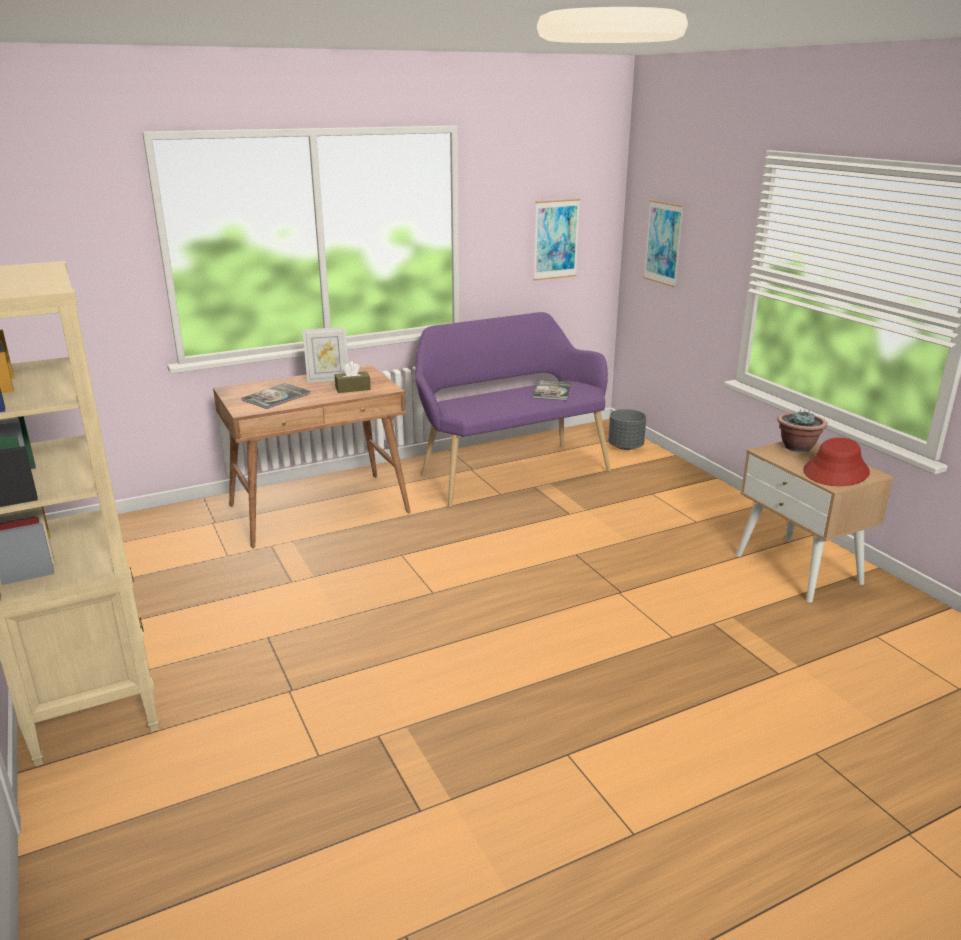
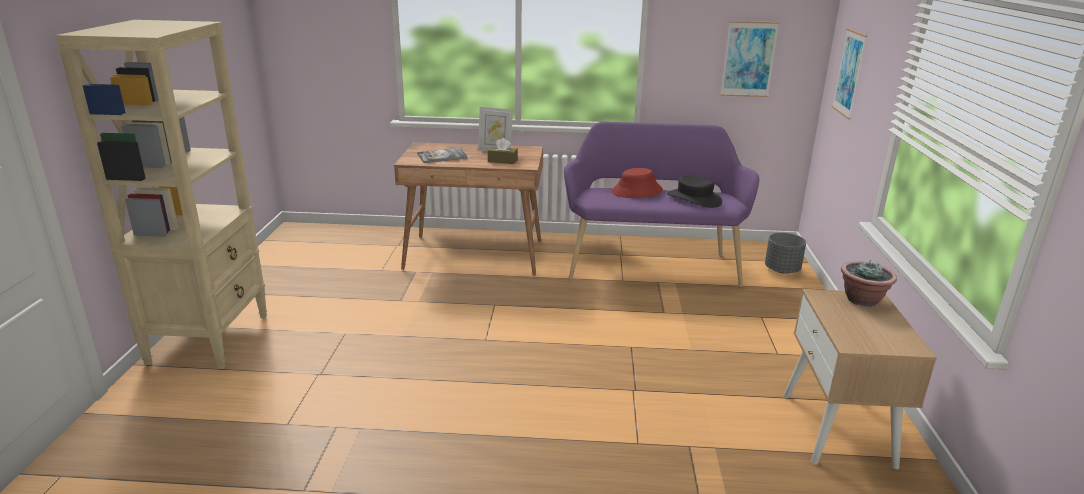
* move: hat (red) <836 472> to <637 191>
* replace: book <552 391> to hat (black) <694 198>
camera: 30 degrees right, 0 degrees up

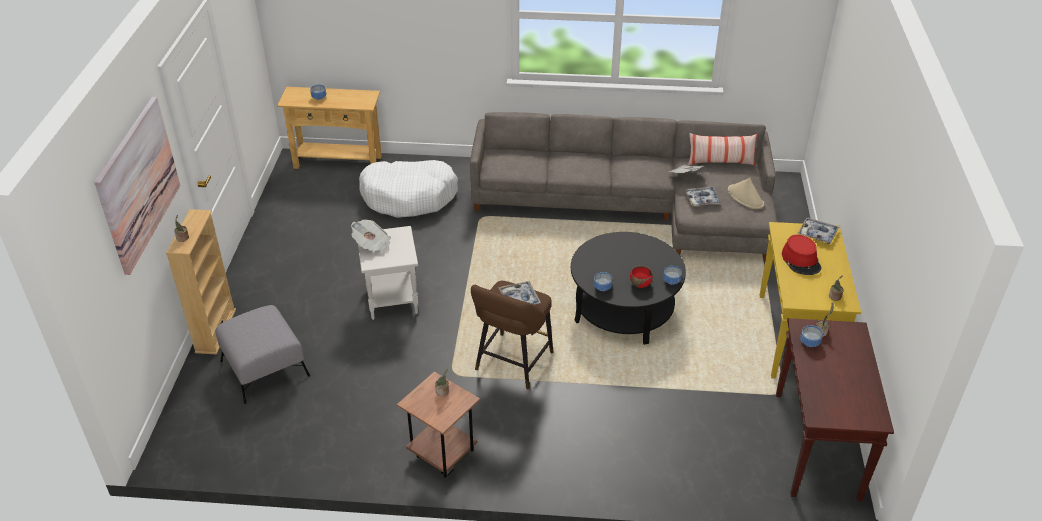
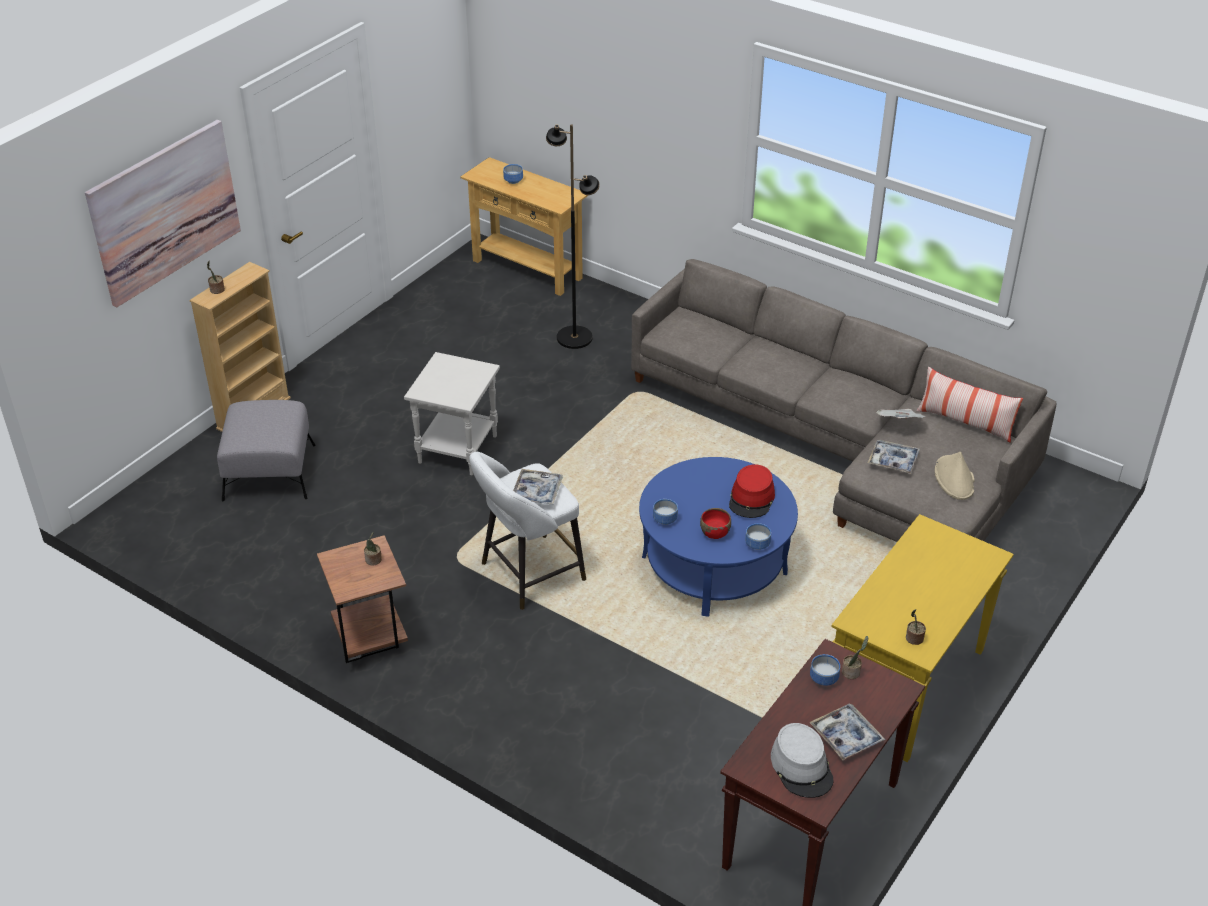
* delete: newspaper <372 245>
* insert: hat (grey) <802 767>
* move: hat (red) <801 260> to <752 498>
* move: tray <817 234> to <846 736>
* replace: dog bed (white) <409 196> to floor lamp (black) <574 337>
* recolor: stool (brown) <512 364> to stool (white) <528 574>
* recolor: coffee table (black) <624 309> to coffee table (blue) <714 564>
camera: 30 degrees right, 0 degrees up

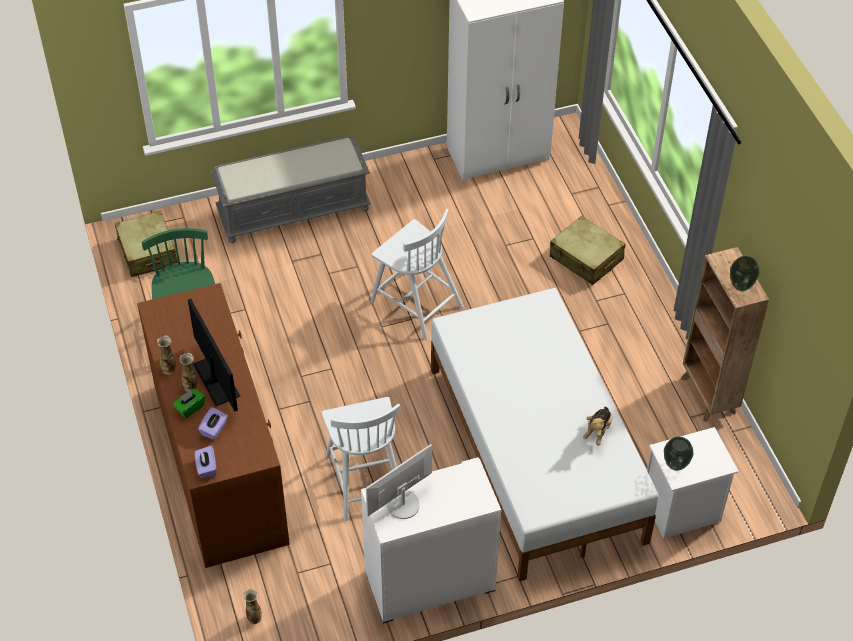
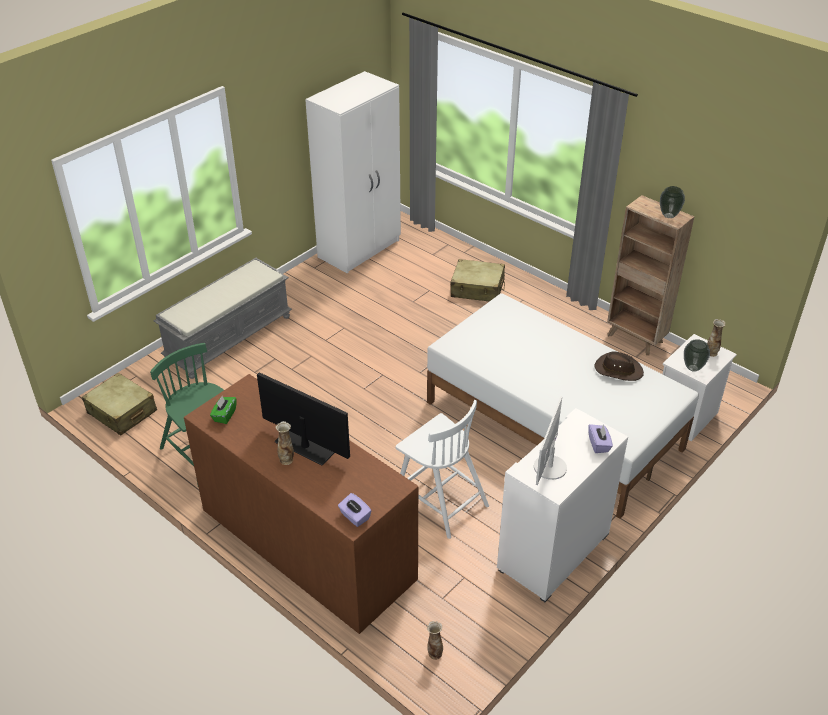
* delete: chair (white) <415 303>
* move: vase <169 369> to <711 352>
* move: tissue box (green) <190 408> to <224 415>
* move: tissue box (purple) <214 429> to <599 444>
* replace: plush toy <598 431> to hat (brown) <618 369>
camera: 30 degrees left, 10 degrees down

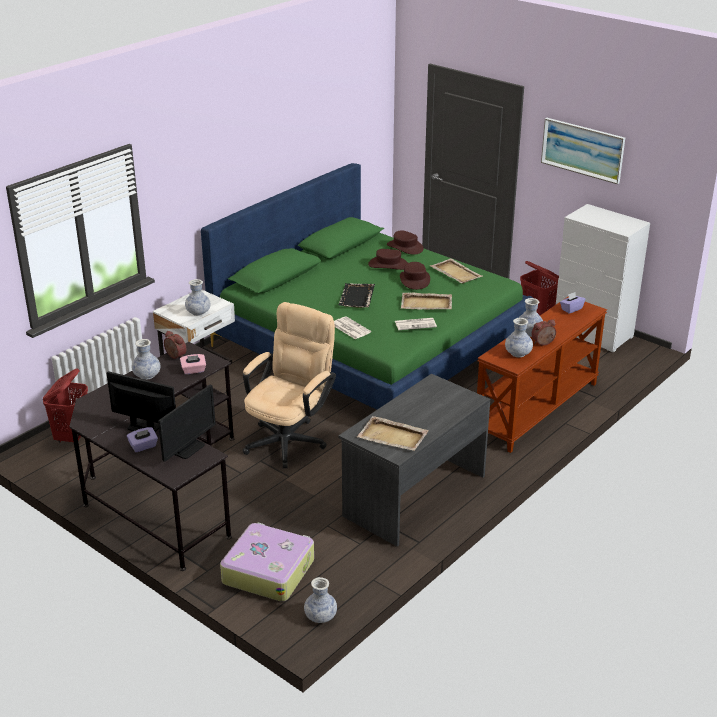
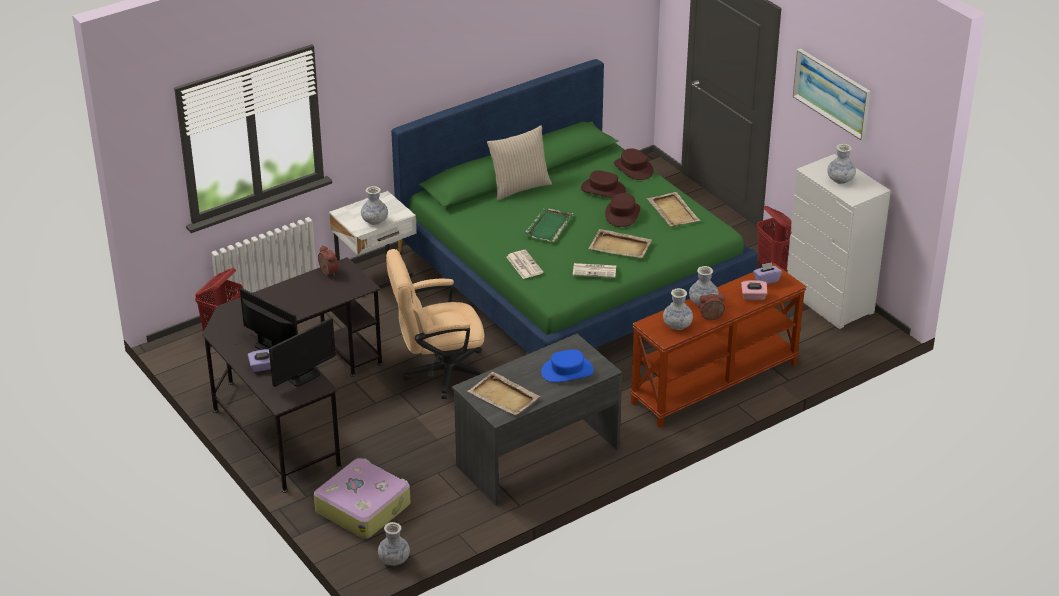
* insert: pillow (beige) <519 187>
* insert: hat (blue) <567 371>
* move: vase <147 375> to <840 180>
* move: tissue box (pink) <193 370> to <753 297>
* recolor: tray (black) <356 297> to tray (green) <548 227>
* rotate: office chair (beige) <290 438> = <439 373> 150 degrees counterclockwise
camera: 15 degrees right, 5 degrees up

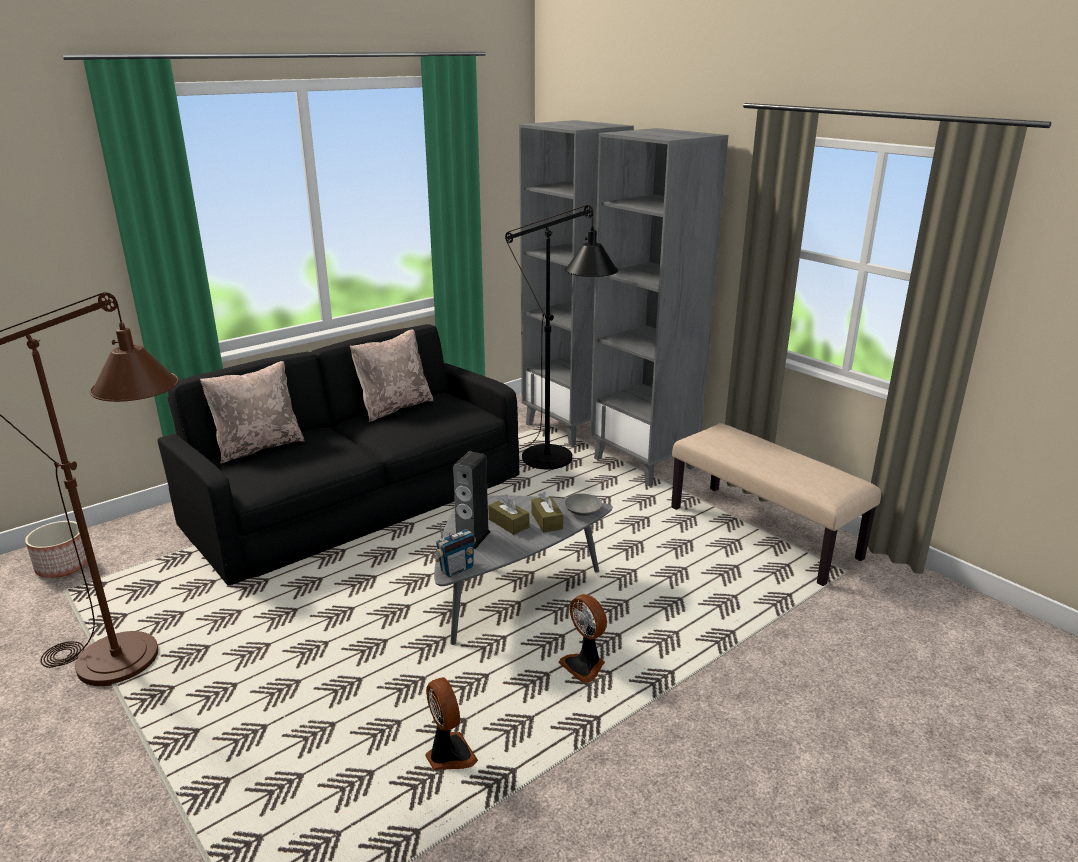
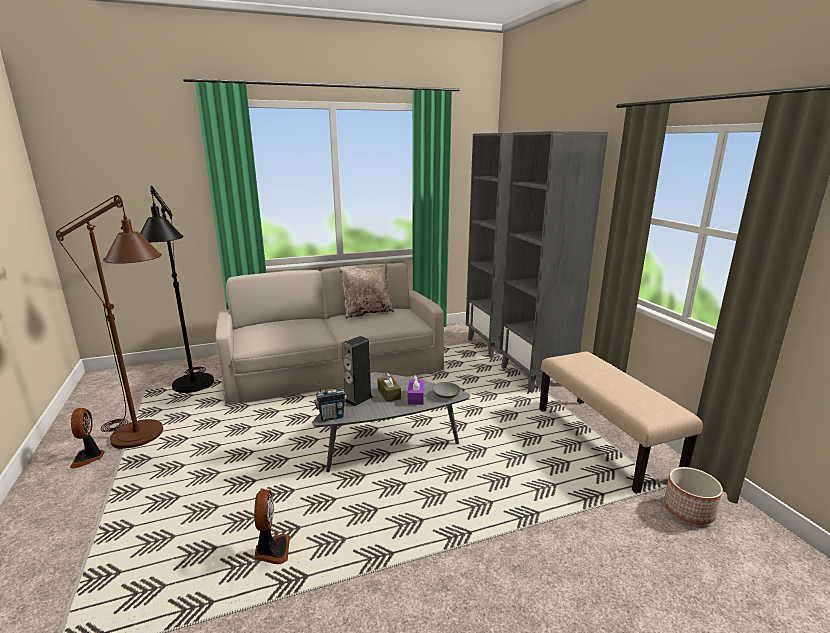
* delete: pillow (beige) <258 447>
* move: planter <63 566> to <688 510>
* move: floor lamp (black) <556 464> to <192 389>
* move: fan <584 666> to <89 457>
* recolor: sofa (black) <355 496> to sofa (beige) <333 366>
* recolor: tissue box (brown) <547 521> to tissue box (purple) <416 397>
camera: 20 degrees right, 5 degrees down

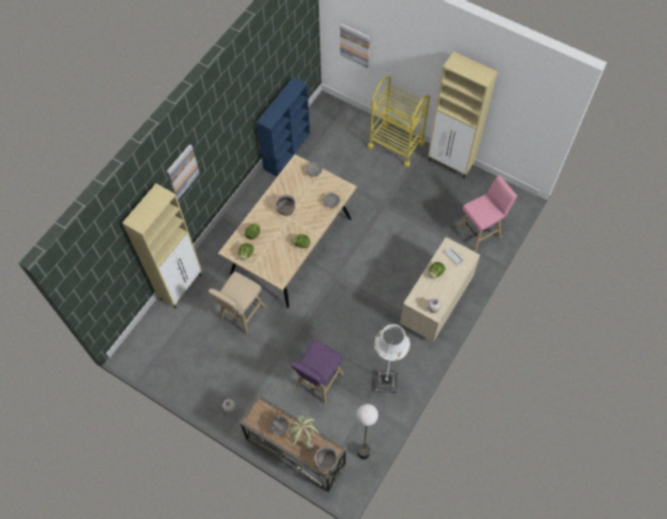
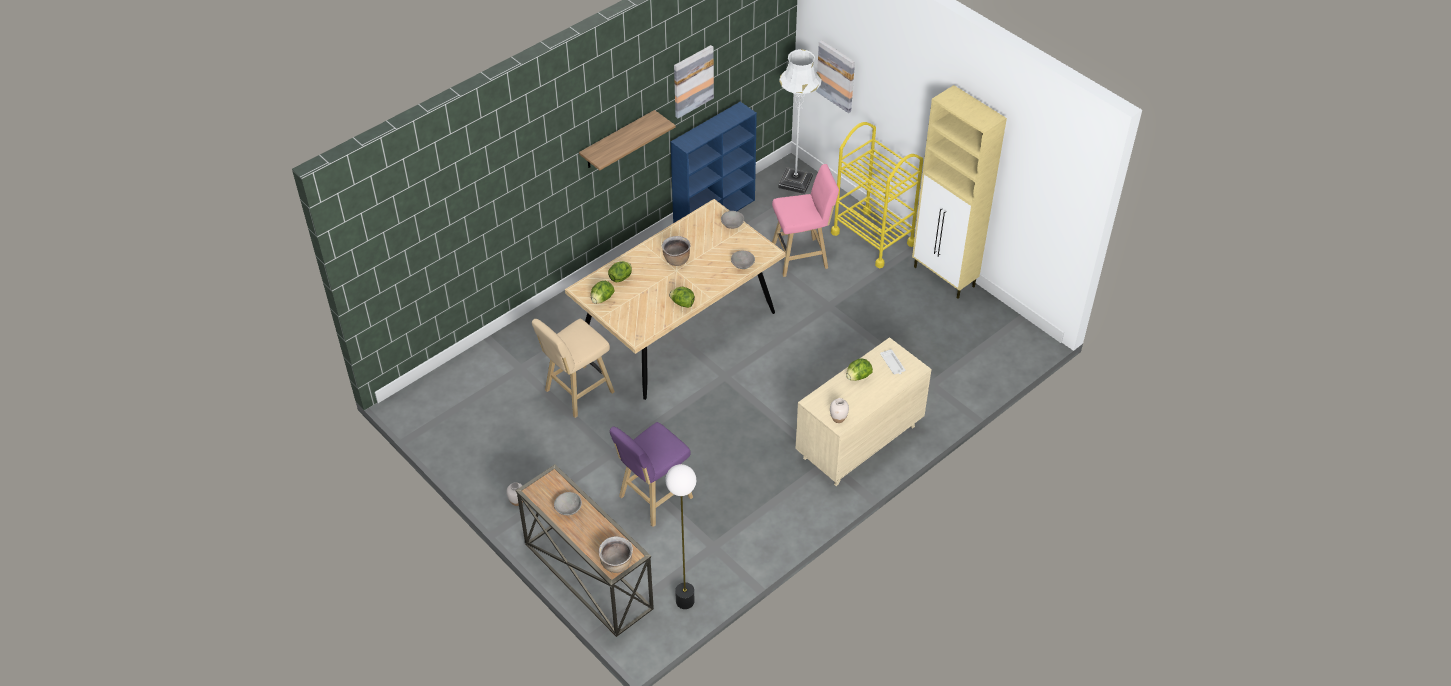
* delete: cabinet (beige) <181 287>
* delete: potted plant <304 439>
* insert: shelf <617 140>
* move: picture <182 171> to <693 81>
* move: floor lamp (white) <386 381> to <795 182>
* move: stool (pink) <480 232> to <802 257>
camera: 15 degrees right, 15 degrees down

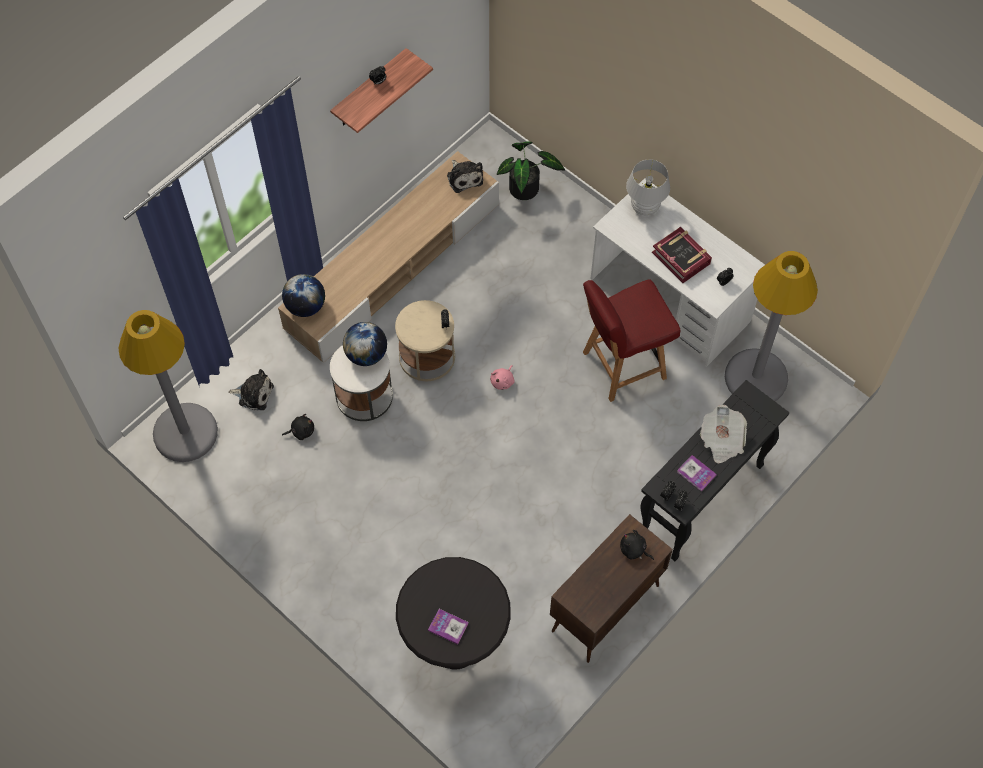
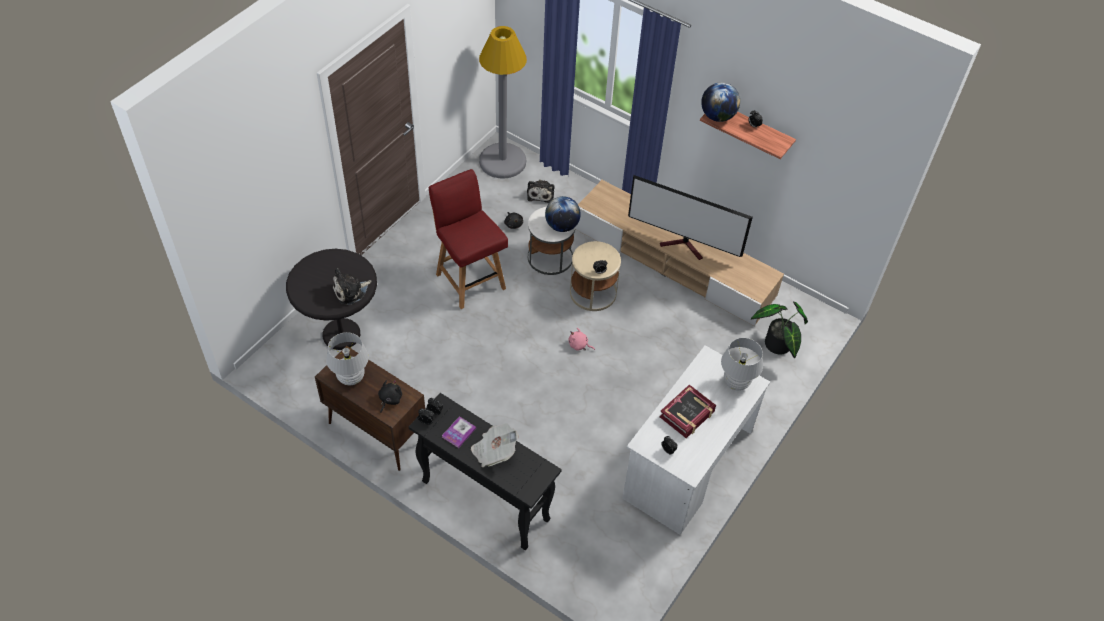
* delete: book <448 627>
* delete: floor lamp (grey) <756 377>
* insert: table lamp (white) <351 378>
* insert: television <684 246>
* move: globe <305 306> to <717 116>
* move: plush toy <464 177> to <351 291>
* move: chair (red) <622 366> to <470 280>
camera: 80 degrees right, 10 degrees down

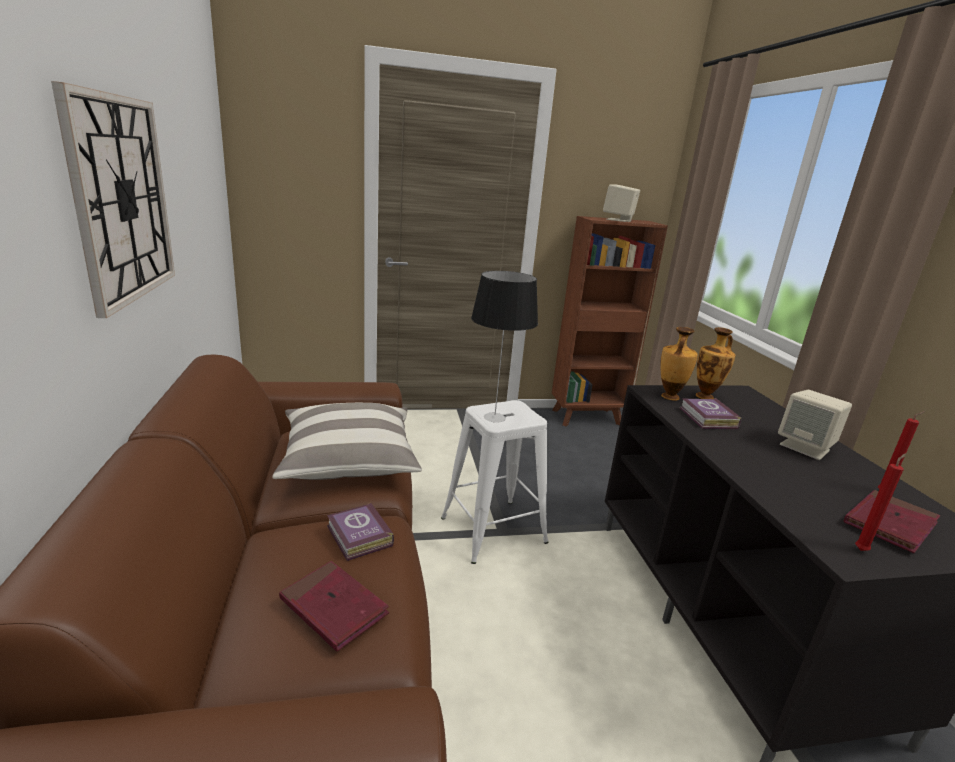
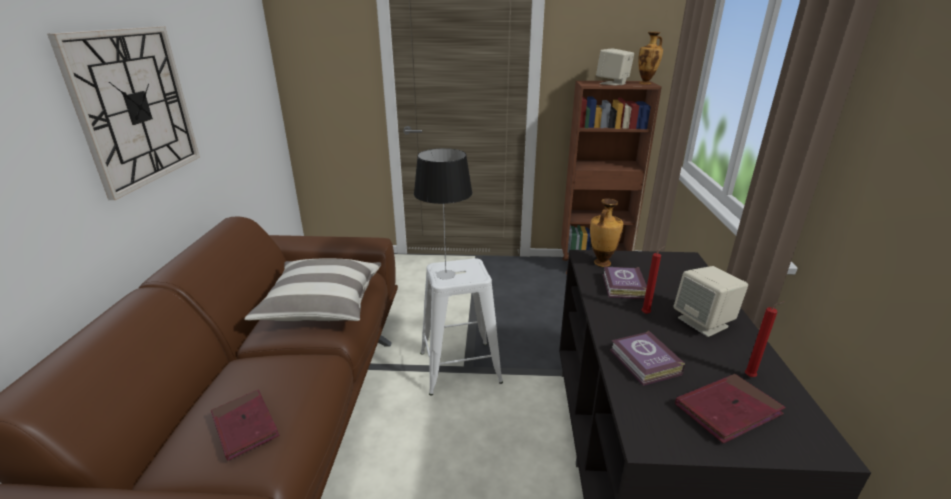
* move: book <359 537> to <644 363>
* move: vase <706 396> to <646 83>
* move: candle (red) <862 550> to <647 313>
camera: 15 degrees right, 5 degrees up

